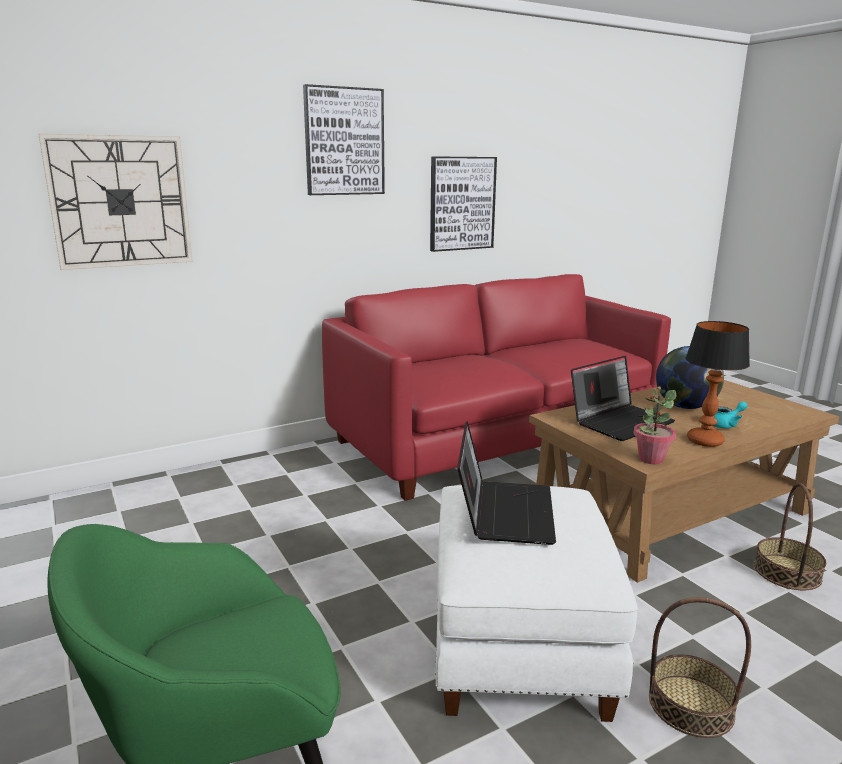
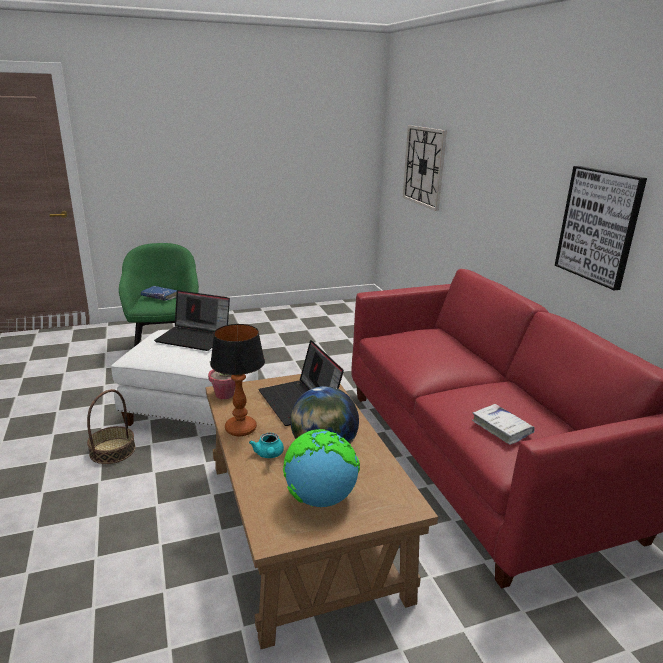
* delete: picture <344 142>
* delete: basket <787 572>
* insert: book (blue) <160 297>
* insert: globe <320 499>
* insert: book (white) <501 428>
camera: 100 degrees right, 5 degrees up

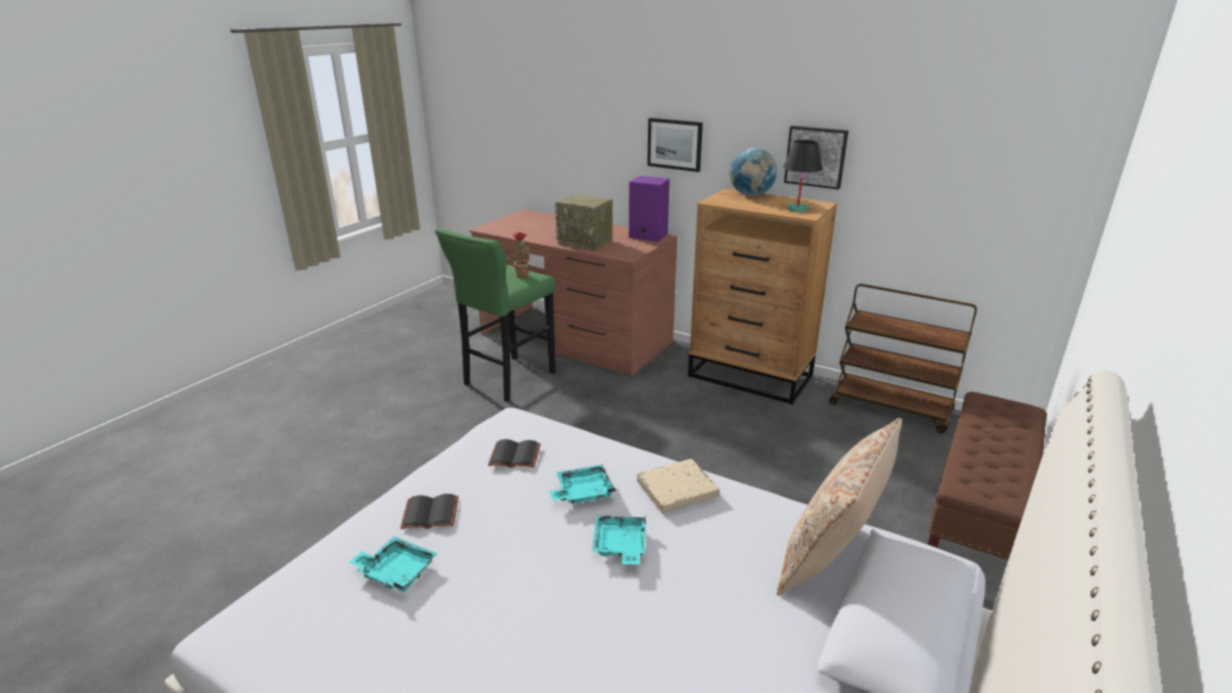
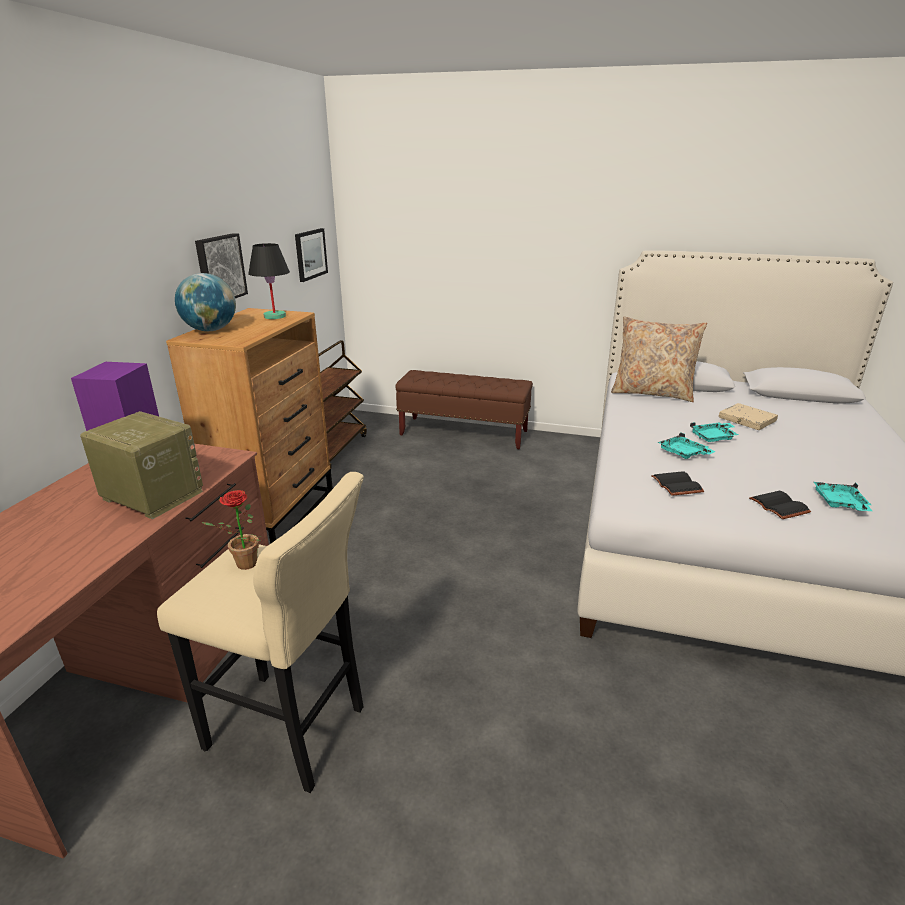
* move: book (beige) <677 490> to <747 420>
* move: picture <675 144> to <310 254>
* recolor: stool (green) <507 380> to stool (beige) <292 731>
* rotate: radio <586 242> = <150 496> 75 degrees counterclockwise
camera: 105 degrees left, 0 degrees up

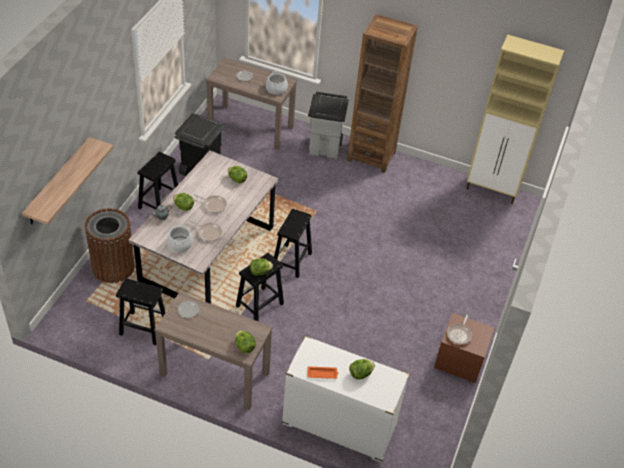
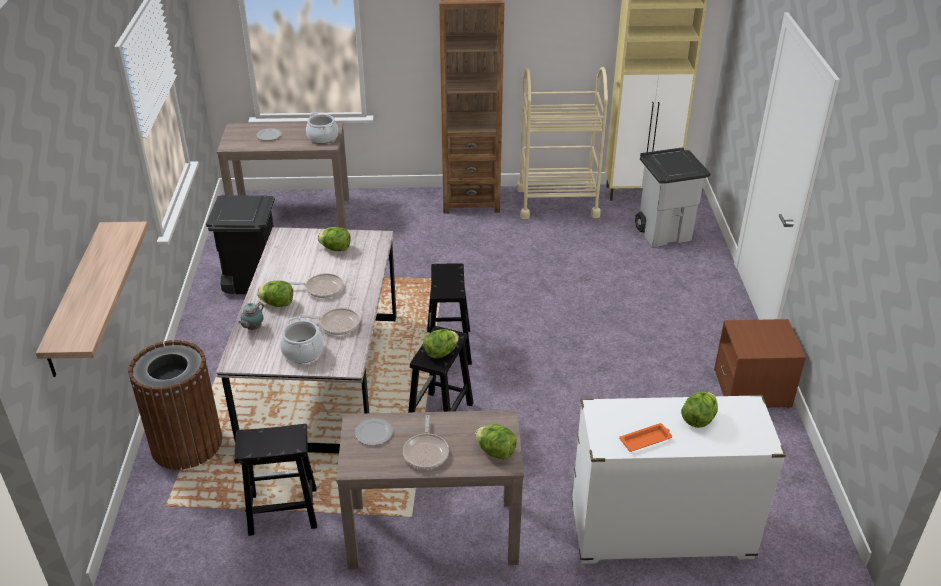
* delete: stool (black) <160 202>
* insert: cart (beige) <557 202>
* move: trash can (grey) <325 147> to <664 233>
* move: frying pan <459 334> to <426 452>
camera: 20 degrees left, 10 degrees down

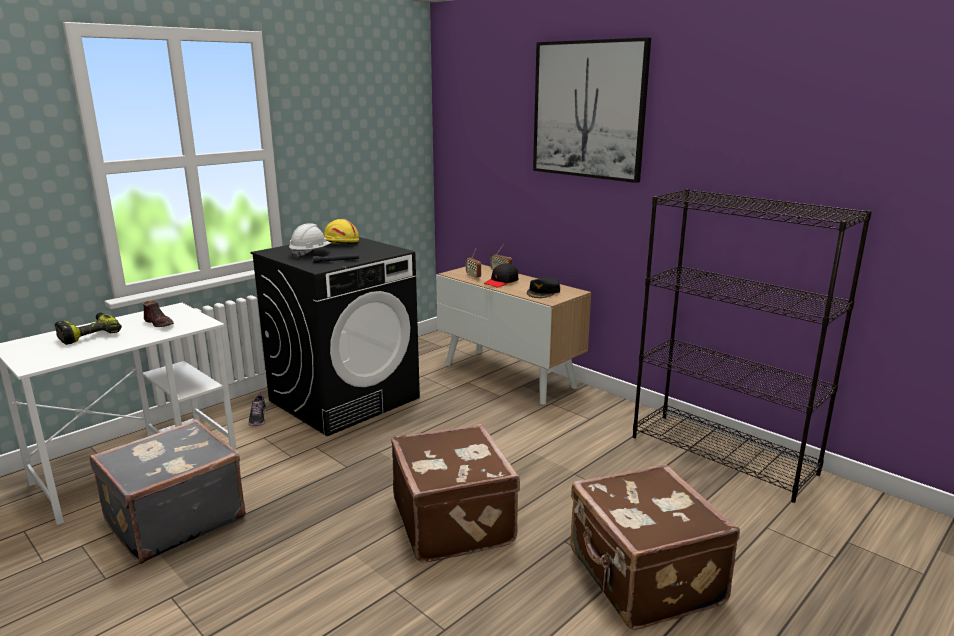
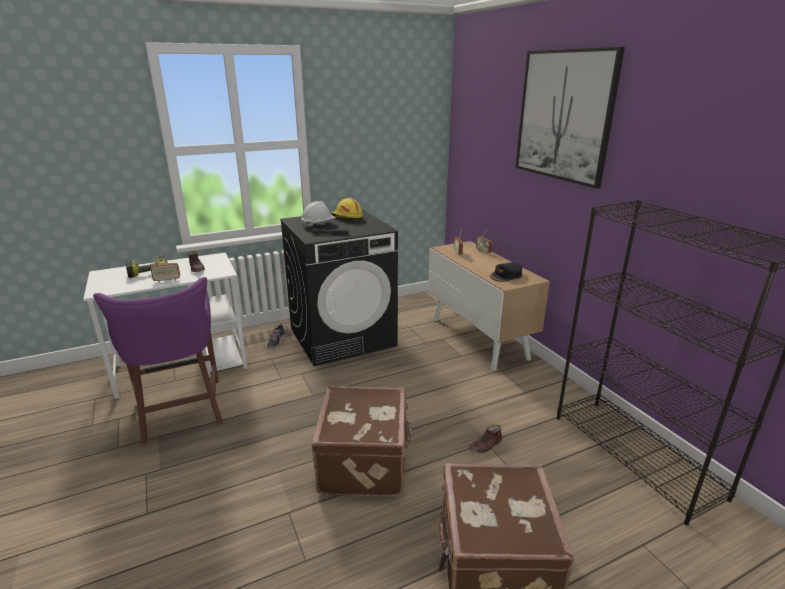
* delete: cap (black) <501 282>
* insert: radio <167 280>
* insert: shoe (brown) <485 445>
* replace: suitcase (grey) <173 519> to stool (purple) <181 412>
camera: 20 degrees right, 5 degrees up

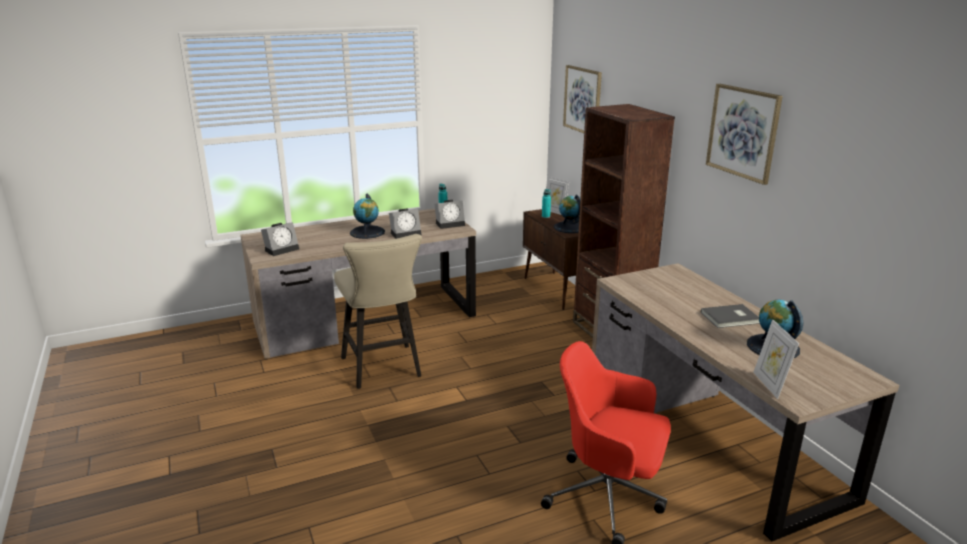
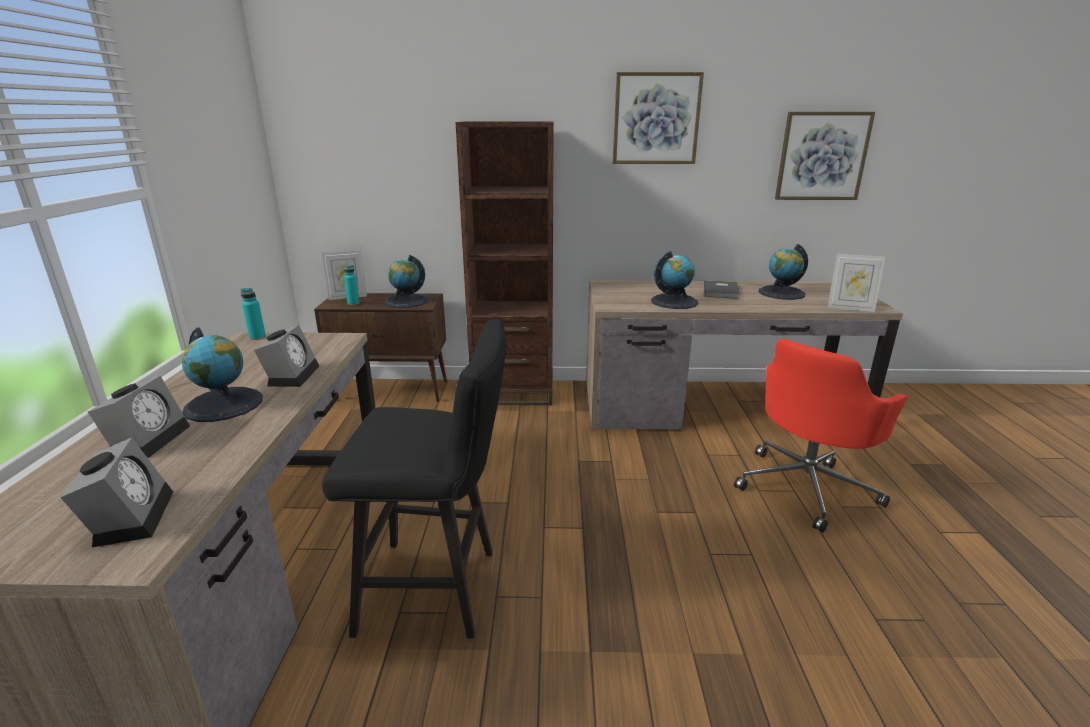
* insert: globe <674 301>
* move: alarm clock <450 224> to <149 438>
* move: picture <582 100> to <822 156>
* recolor: stool (beige) <383 369> to stool (black) <439 590>
camera: 65 degrees left, 0 degrees up

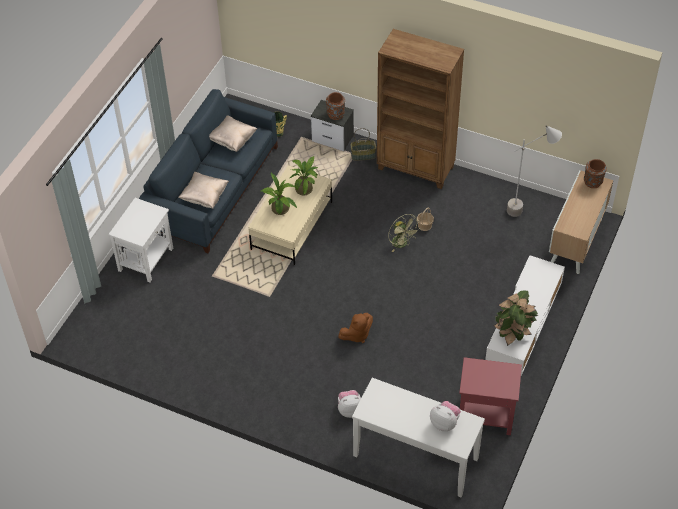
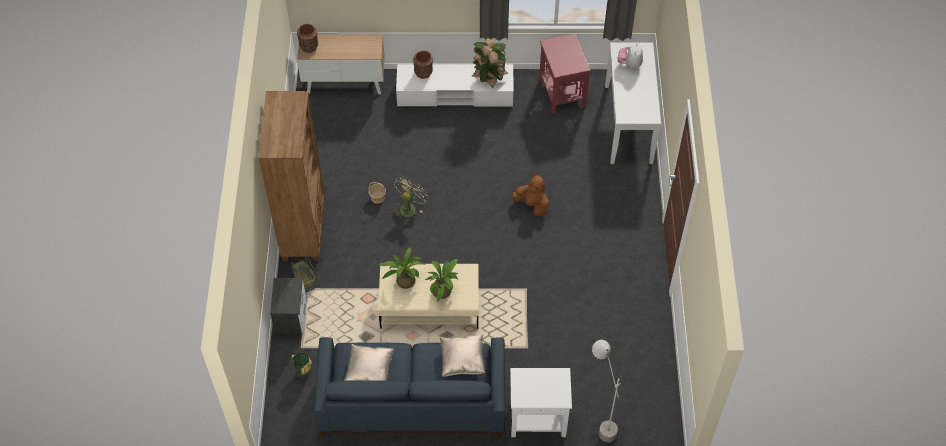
* delete: plush toy <350 410>
* move: vase (brown) <335 115> to <423 72>
* move: floor lamp (grey) <527 210> to <600 421>
camera: 115 degrees left, 5 degrees up

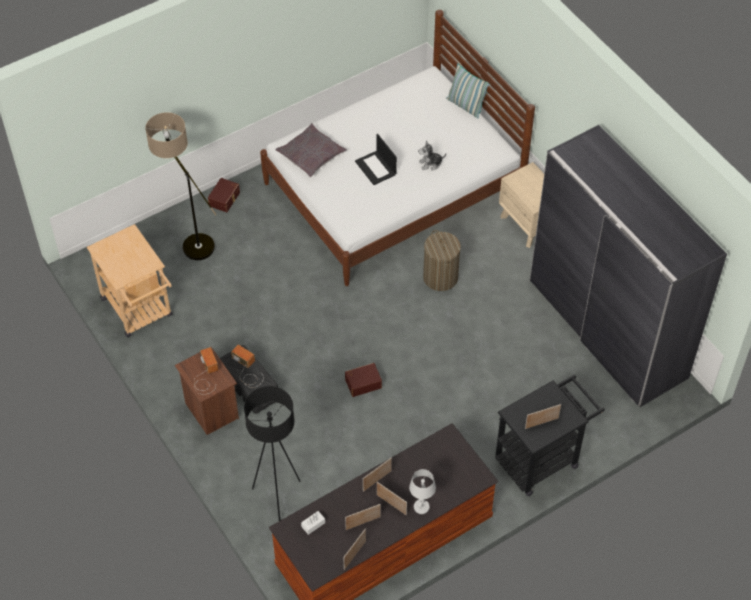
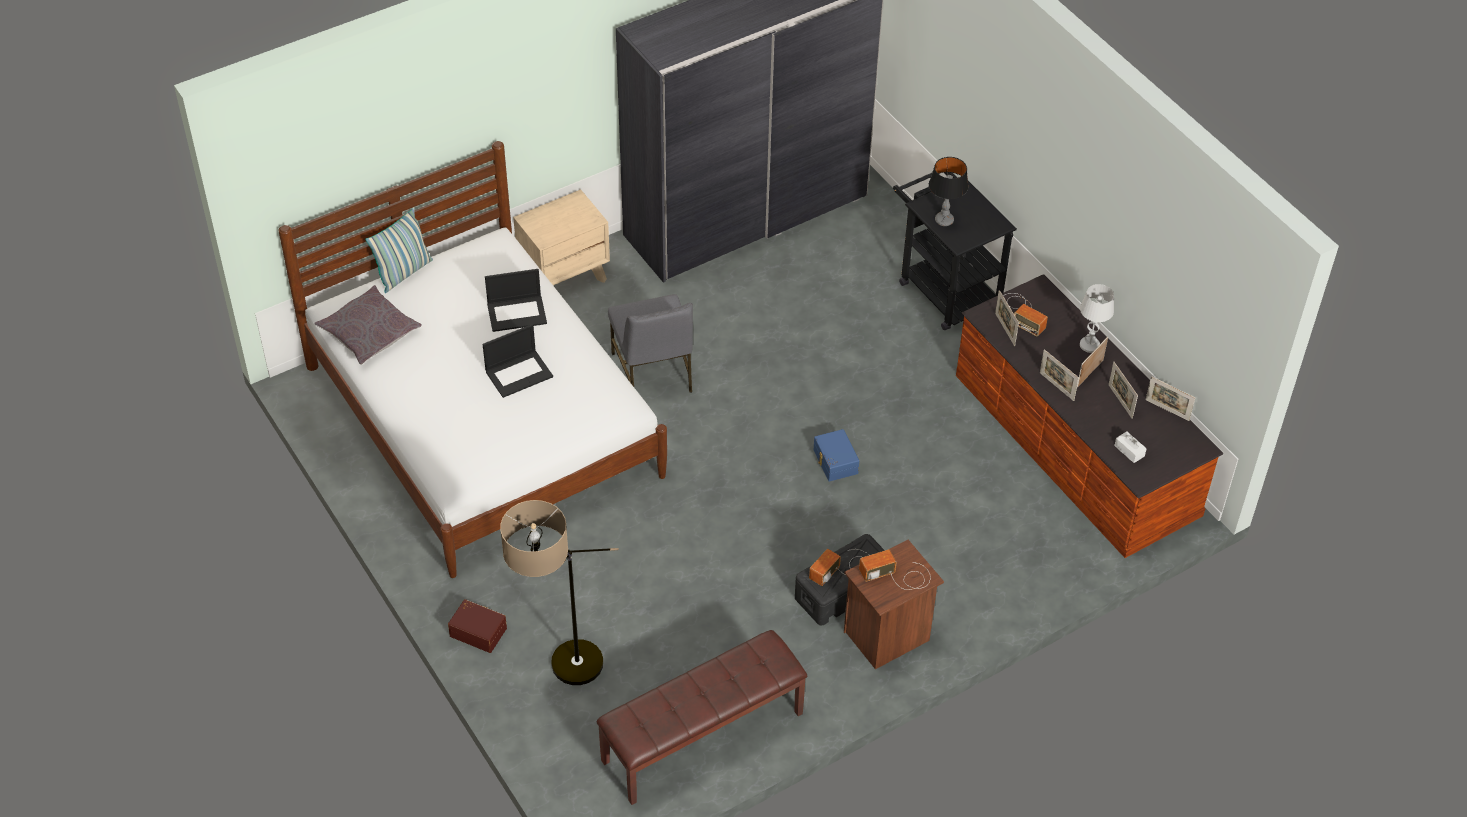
* delete: floor lamp (black) <278 496>
* insert: table lamp <944 220>
* insert: radio <1021 313>
* move: pillow (grey) <311 155> to <369 332>
* move: picture frame <541 423> to <1005 329>
* replace: cart (beige) <140 311> to bench (brown) <703 738>
* replace: plush toy <430 164> to laptop <517 313>
* replace: laundry basket <440 277> to chair (grey) <653 373>
* recolor: storage box (brown) <363 383> to storage box (blue) <834 462>
camera: 90 degrees left, 5 degrees down

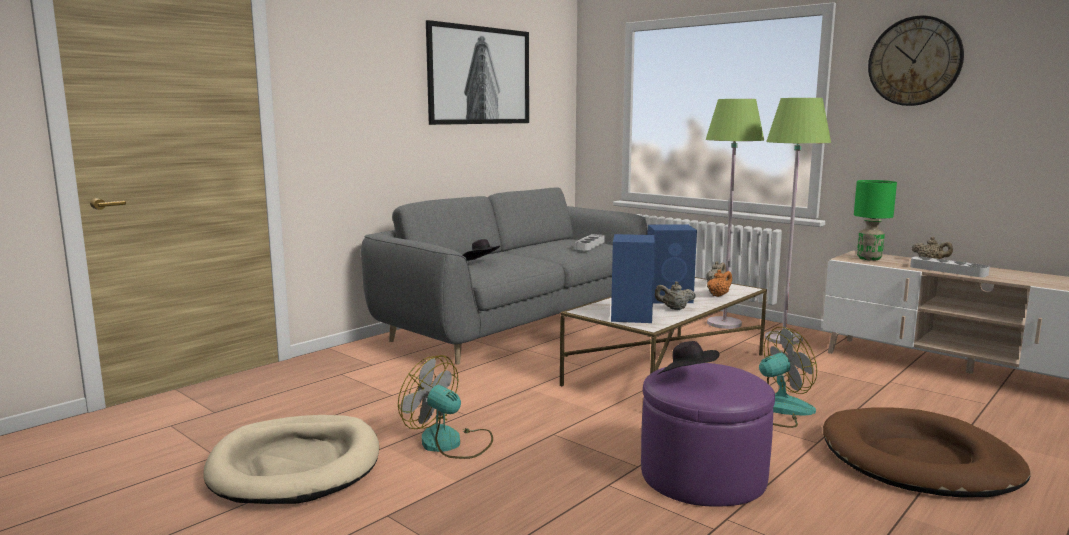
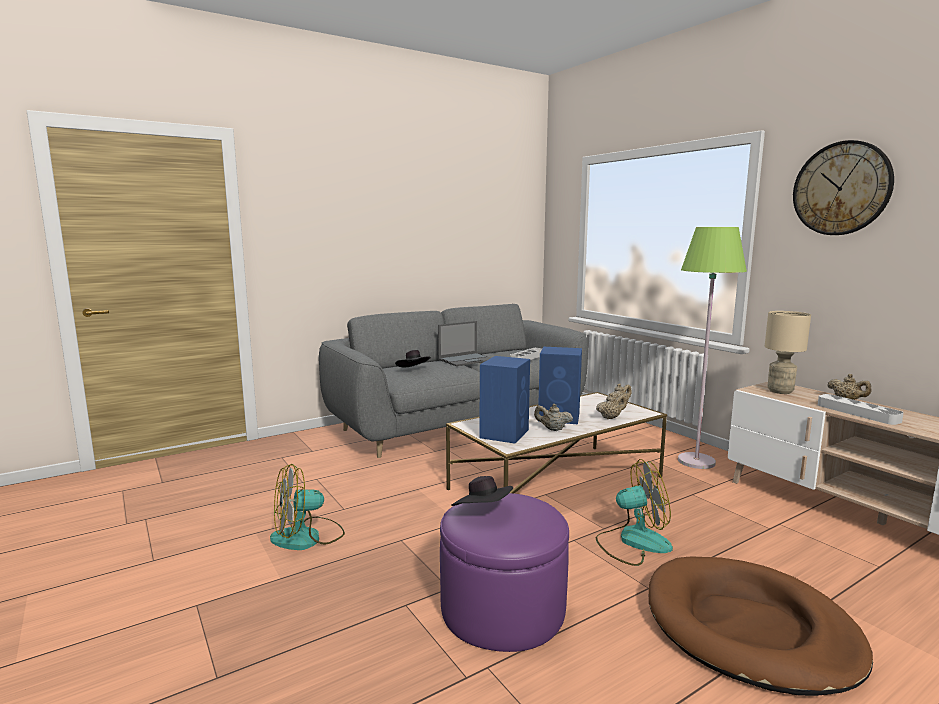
* delete: dog bed (beige) <296 465>
* delete: picture <480 75>
* delete: floor lamp (green) <724 323>
* insert: laptop <467 360>
* recolor: teapot (orange) <718 295> to teapot (beige) <610 417>
* recolor: table lamp (green) <869 258> to table lamp (beige) <780 391>
* rotate: fan <450 443> = <307 537> 75 degrees counterclockwise
camera: 15 degrees right, 0 degrees up

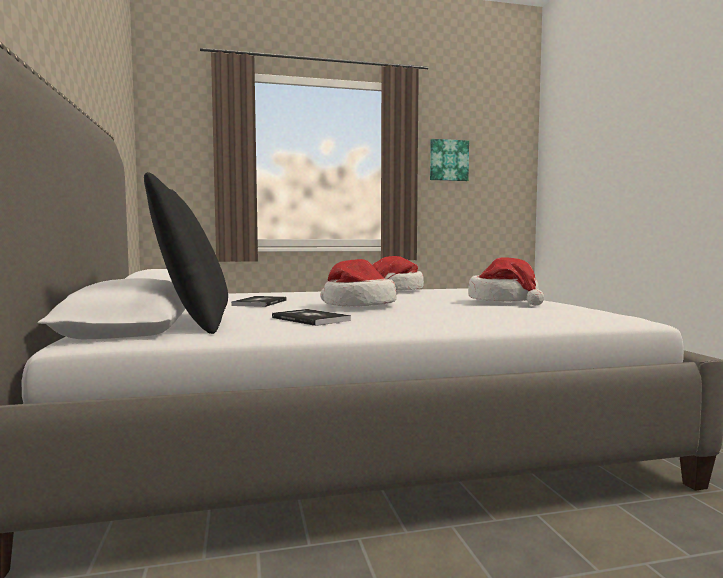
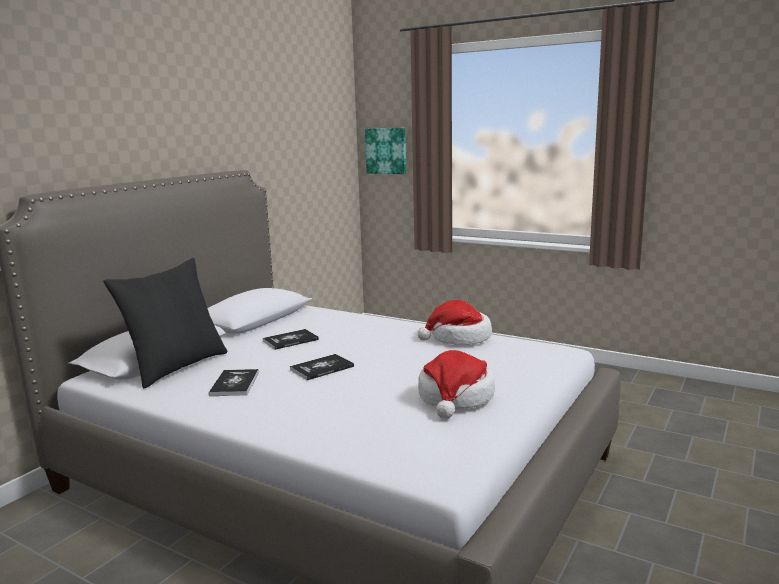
* move: picture <448 160> to <386 151>
* replace: hat <357 305> to book <322 368>
camera: 45 degrees right, 10 degrees up

